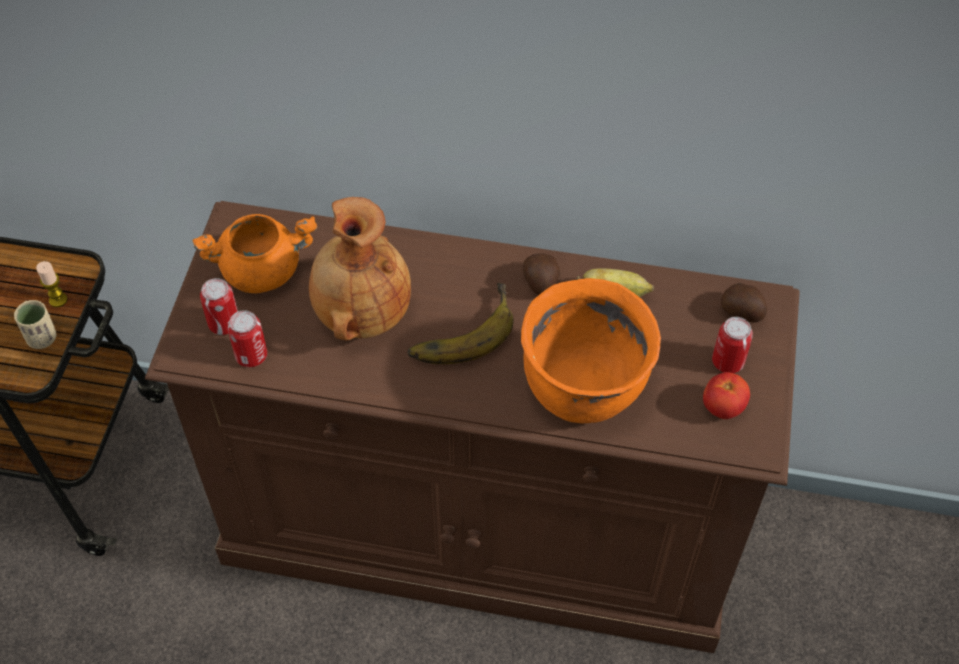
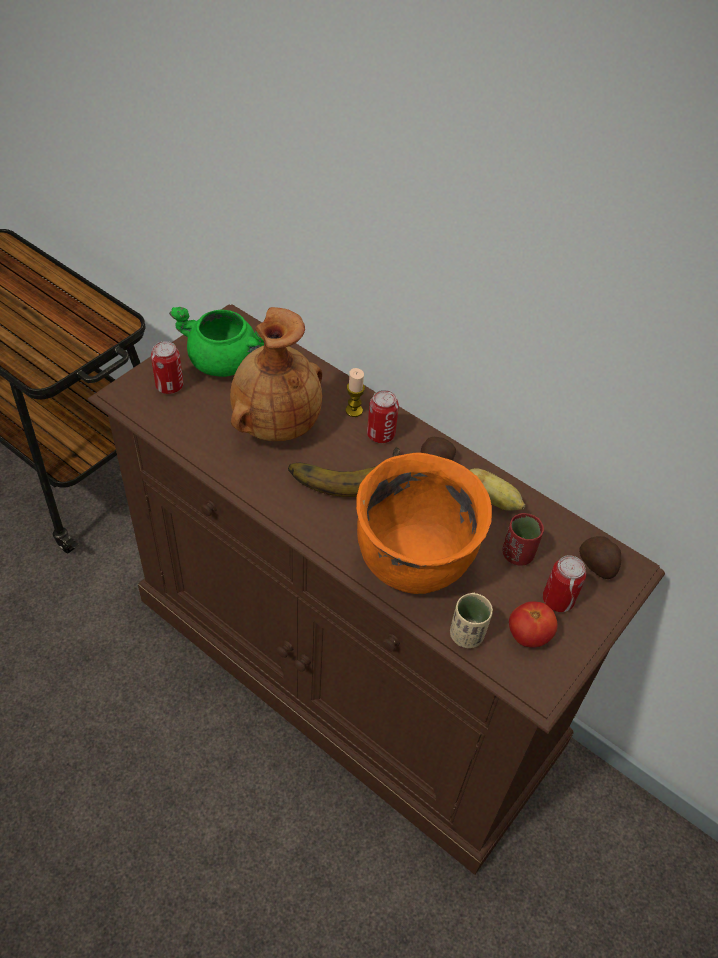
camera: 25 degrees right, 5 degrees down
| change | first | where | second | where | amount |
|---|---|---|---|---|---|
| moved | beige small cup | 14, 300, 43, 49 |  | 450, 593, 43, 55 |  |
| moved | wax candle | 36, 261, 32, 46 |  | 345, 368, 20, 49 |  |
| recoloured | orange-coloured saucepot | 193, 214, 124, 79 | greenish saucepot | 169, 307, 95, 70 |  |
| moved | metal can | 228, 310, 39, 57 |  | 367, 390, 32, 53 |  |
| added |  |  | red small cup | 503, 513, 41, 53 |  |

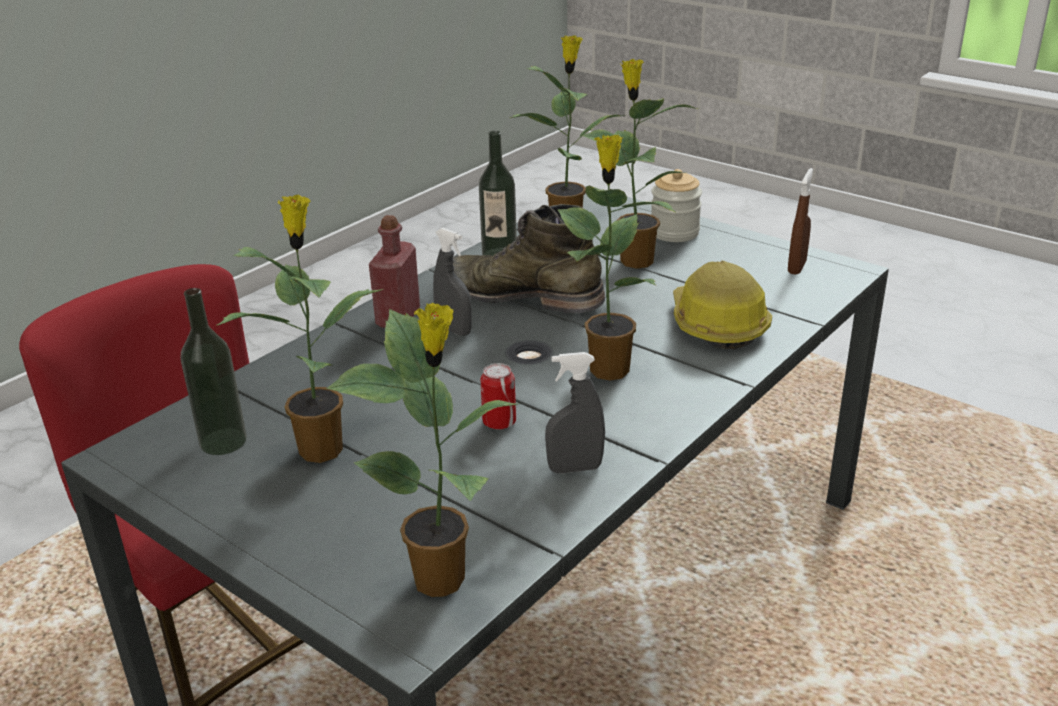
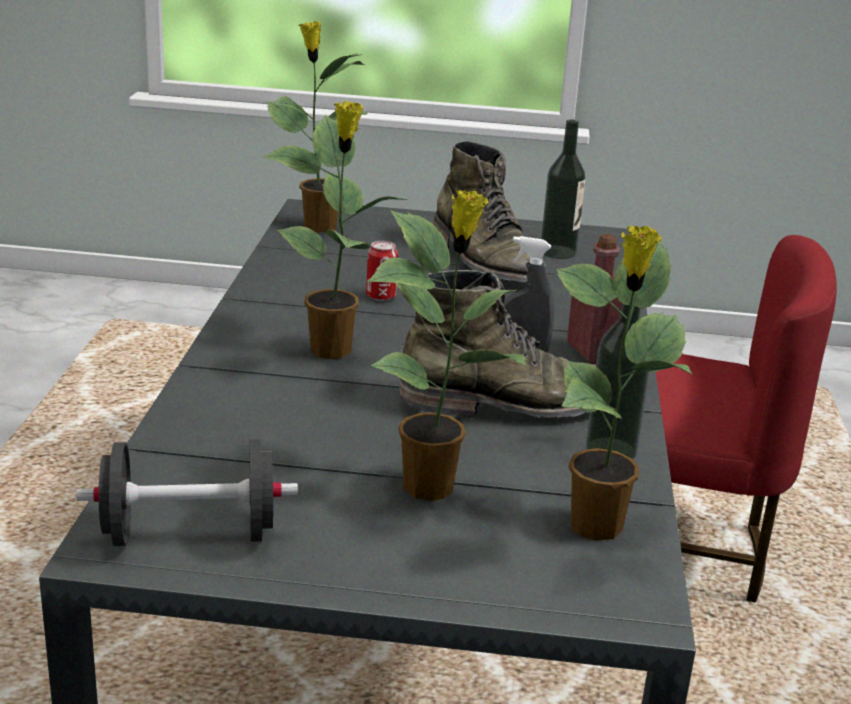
camera: 145 degrees right, 5 degrees down
| change | first | where | second | where | amount |
|---|---|---|---|---|---|
| replaced | plant in a pot | 216, 195, 167, 268 | greenish high-top boot | 433, 141, 114, 142 |  |
| removed | gray spray bottle | 545, 352, 60, 122 |  |  |  |
| removed | jar | 651, 169, 51, 73 |  |  |  |
| removed | safety helmet | 673, 261, 99, 88 |  |  |  |
| replaced | brown-coloured spray bottle | 788, 168, 25, 107 | blackish hand weight | 76, 439, 222, 107 |  |

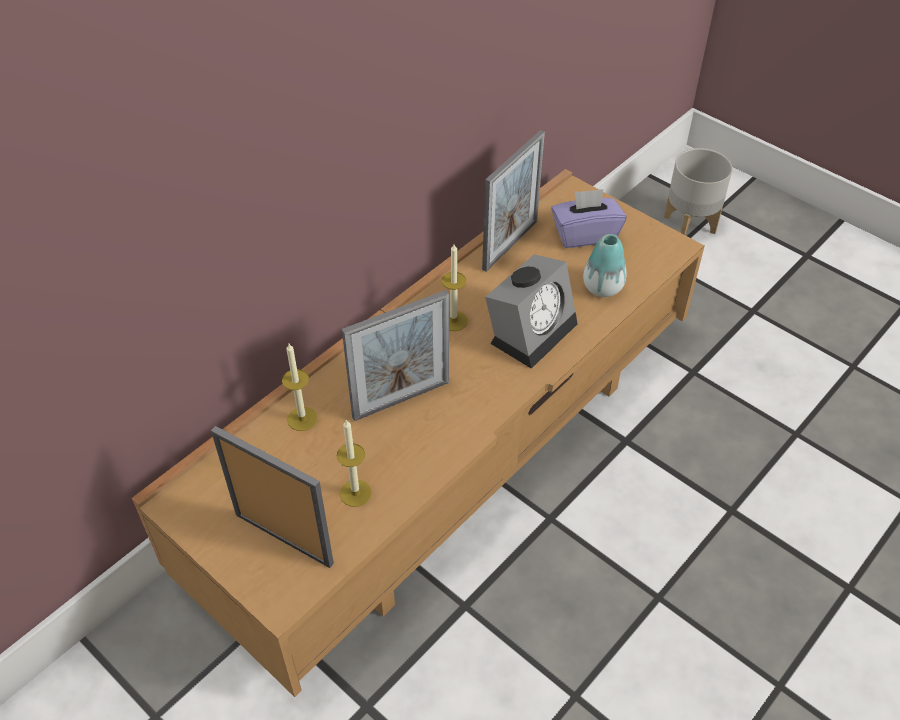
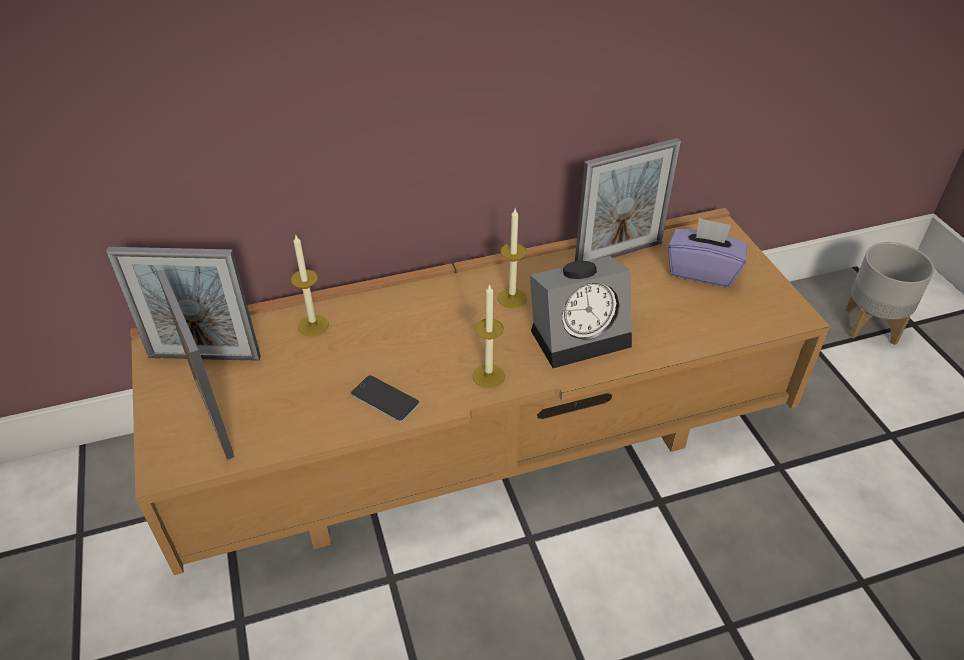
camera: 30 degrees right, 5 degrees down
| change | first | where | second | where | amount |
|---|---|---|---|---|---|
| moved | wax candle | 336, 419, 36, 88 |  | 473, 284, 32, 104 |  |
| moved | standing frame | 342, 290, 107, 131 |  | 106, 247, 155, 114 |  |
| removed | decorative vase | 583, 234, 43, 63 |  |  |  |
| added |  |  | telephone | 350, 375, 70, 47 |  |

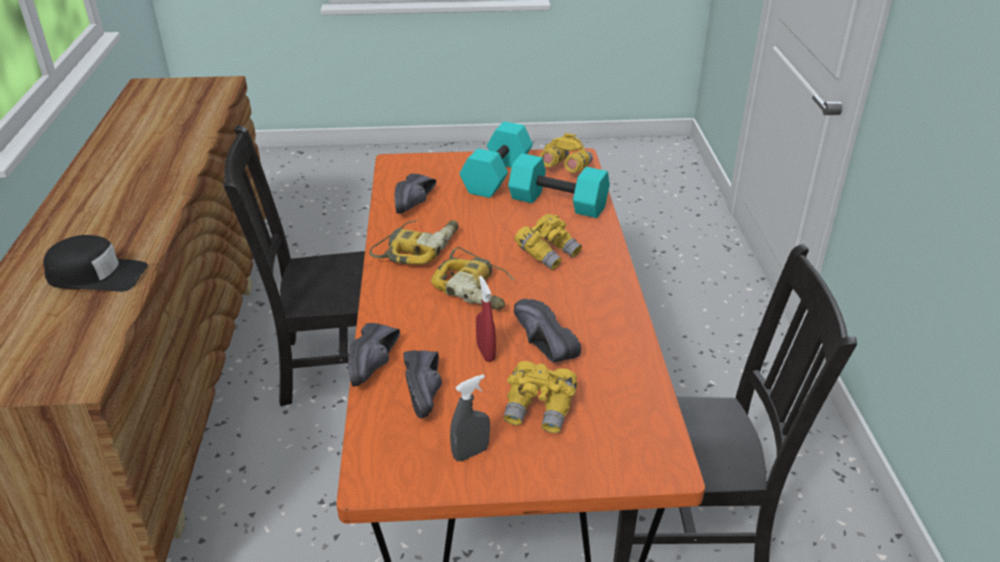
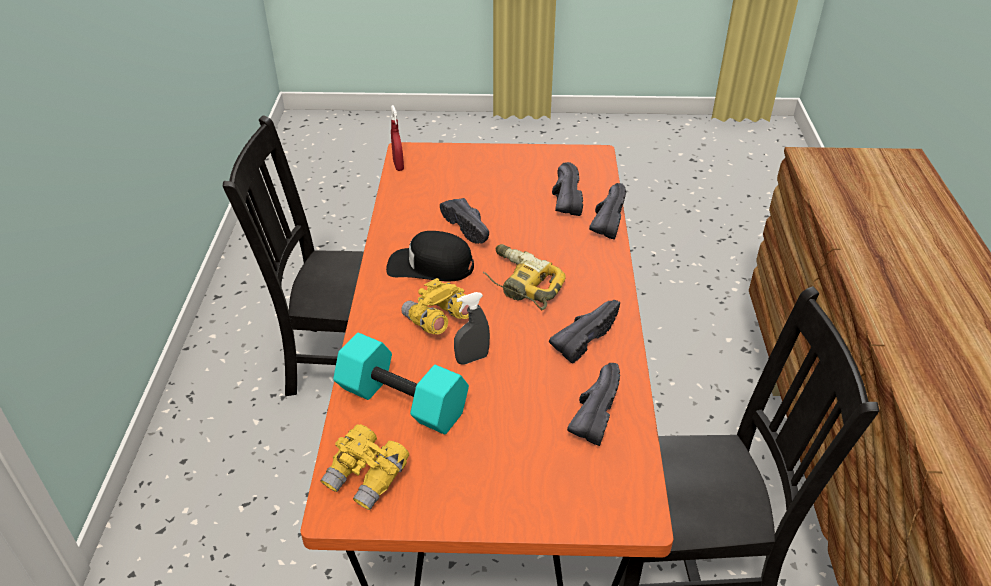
camera: 175 degrees left, 5 degrees up
| change | first | where | second | where | amount |
|---|---|---|---|---|---|
| moved | blackish baseball cap | 43, 235, 105, 57 |  | 386, 231, 88, 51 |  |
| replaced | drill | 370, 220, 89, 45 | blackish item of footwear | 549, 300, 71, 63 |  |
| moved | gray spray bottle | 450, 374, 40, 87 |  | 454, 292, 36, 73 |  |
| removed | blue-green hand weight | 459, 122, 74, 76 |  |  |  |
| moved | red spray bottle | 476, 276, 20, 86 |  | 391, 105, 13, 66 |  |
| removed | yellowish binoculars | 504, 361, 74, 72 |  |  |  |

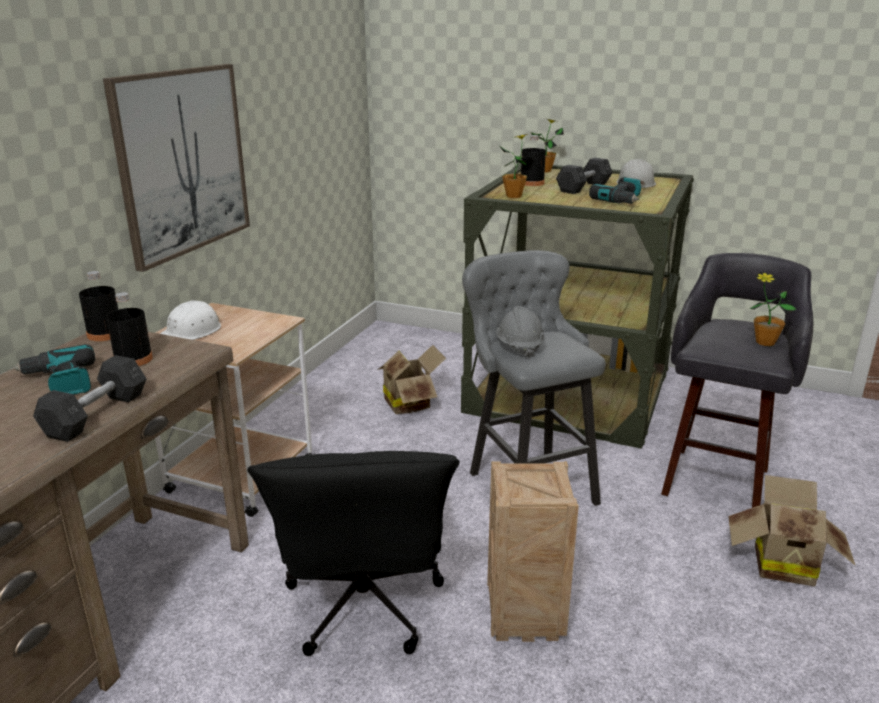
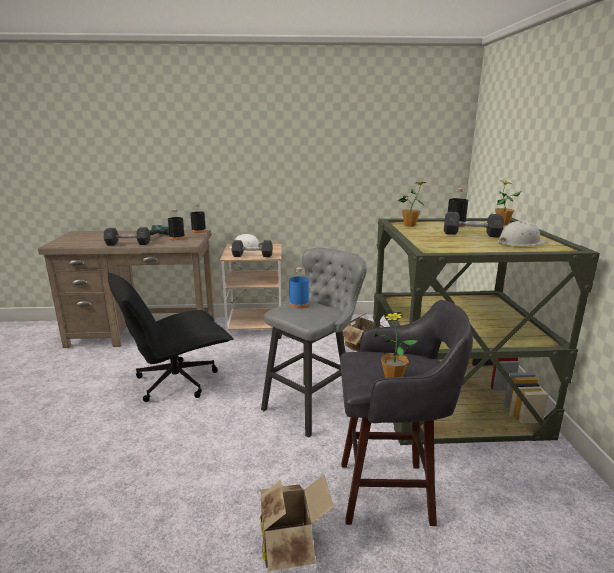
camera: 65 degrees right, 5 degrees down
| change | first | where | second | where | amount |
|---|---|---|---|---|---|
| removed | wall art | 103, 64, 147, 208 |  |  |  |
| removed | packing crate | 487, 461, 92, 181 |  |  |  |
| replaced | gray safety helmet | 496, 306, 49, 52 | blue-coloured drink bottle | 289, 267, 20, 42 |  |
| removed | drill | 589, 177, 52, 27 |  |  |  |
| added |  |  | gray hand weight | 232, 240, 41, 17 |  |

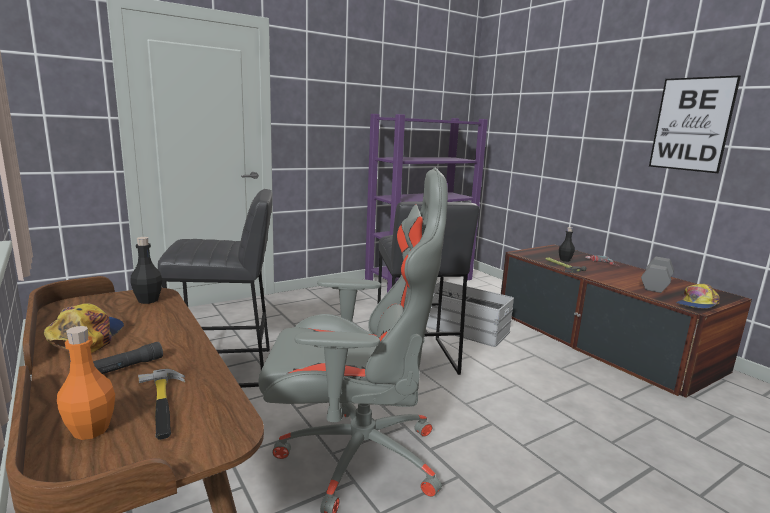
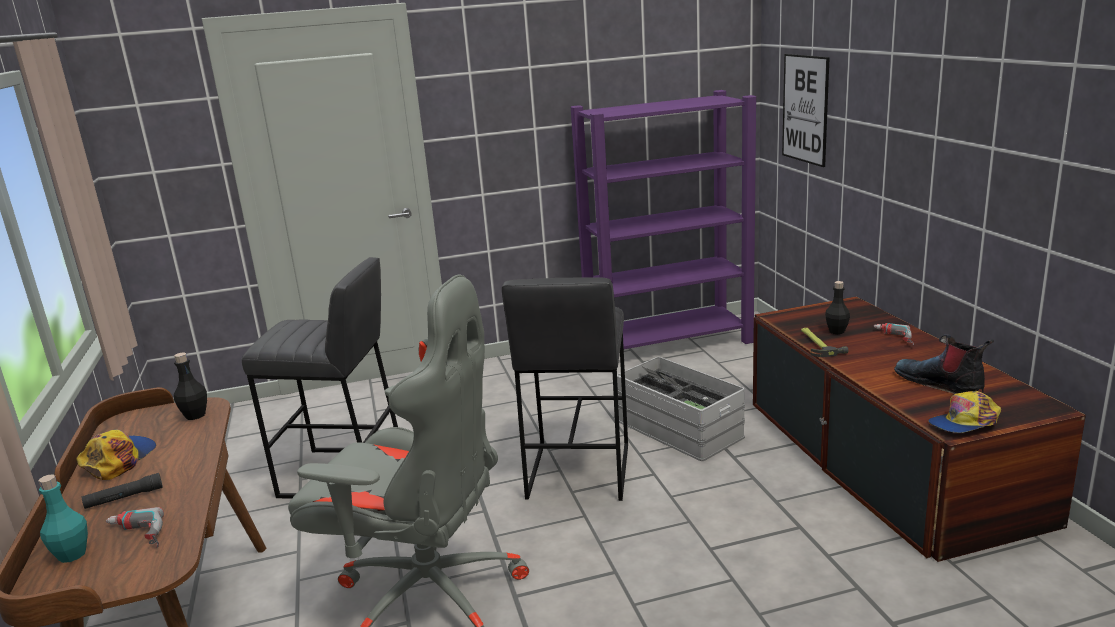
camera: 20 degrees right, 5 degrees up
| change | first | where | second | where | amount |
|---|---|---|---|---|---|
| recoloured | orange-coloured drink bottle | 57, 326, 58, 114 | blue-green drink bottle | 39, 474, 49, 89 |  |
| replaced | hand hammer | 138, 369, 47, 71 | drill | 106, 507, 58, 41 |  |
| replaced | gray hand weight | 641, 257, 33, 36 | high-top boot | 894, 334, 100, 60 |  |
| moved | wall art | 649, 75, 92, 98 |  | 782, 54, 48, 113 |  |

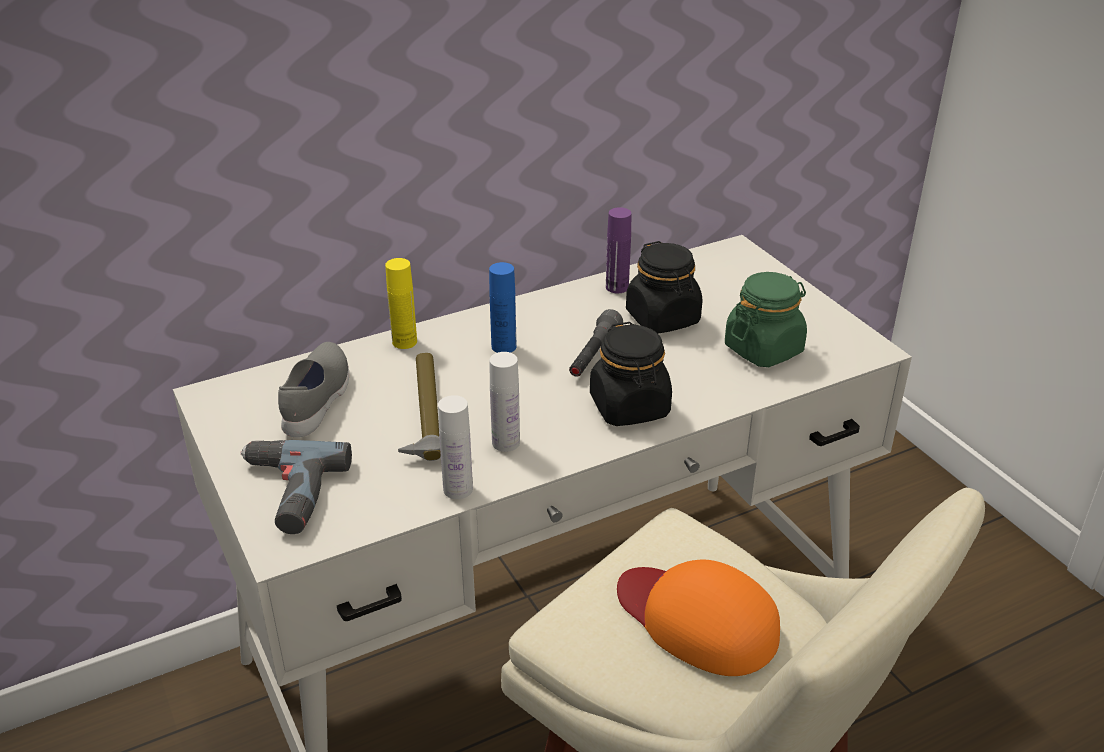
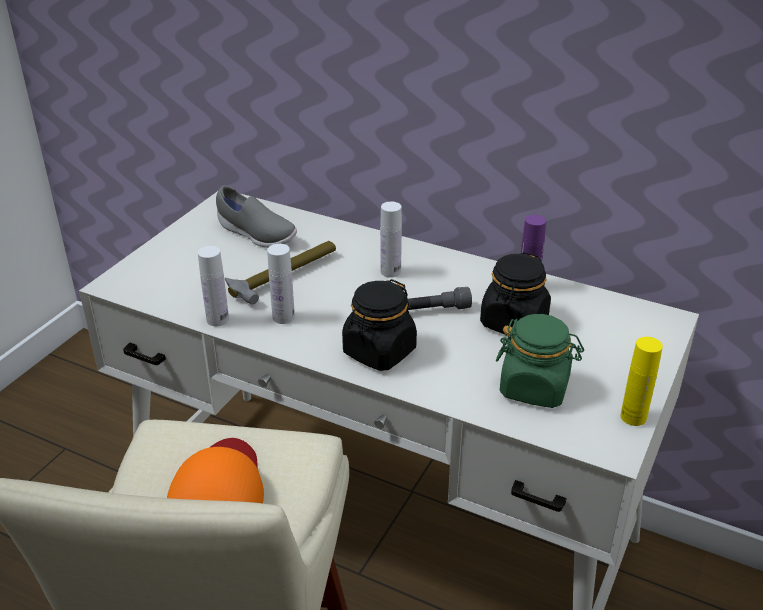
camera: 55 degrees right, 0 degrees up
| change | first | where | second | where | amount |
|---|---|---|---|---|---|
| removed | drill | 241, 440, 111, 94 |  |  |  |
| turned | gray item of footwear | 278, 342, 71, 95 |  | 216, 185, 81, 63 | 60 degrees clockwise |
| moved | yellowish drink bottle | 385, 258, 32, 91 |  | 620, 337, 43, 89 |  |
| recoloured | blue-coloured drink bottle | 489, 262, 27, 91 | whitish drink bottle | 380, 202, 22, 75 |  |

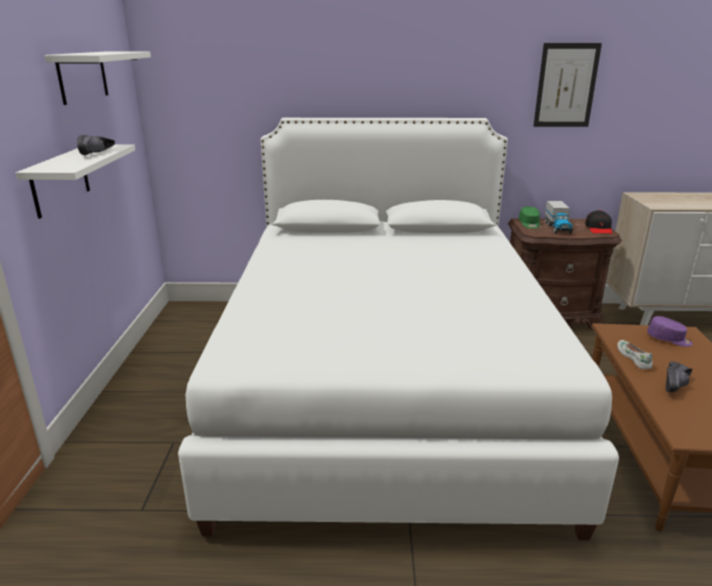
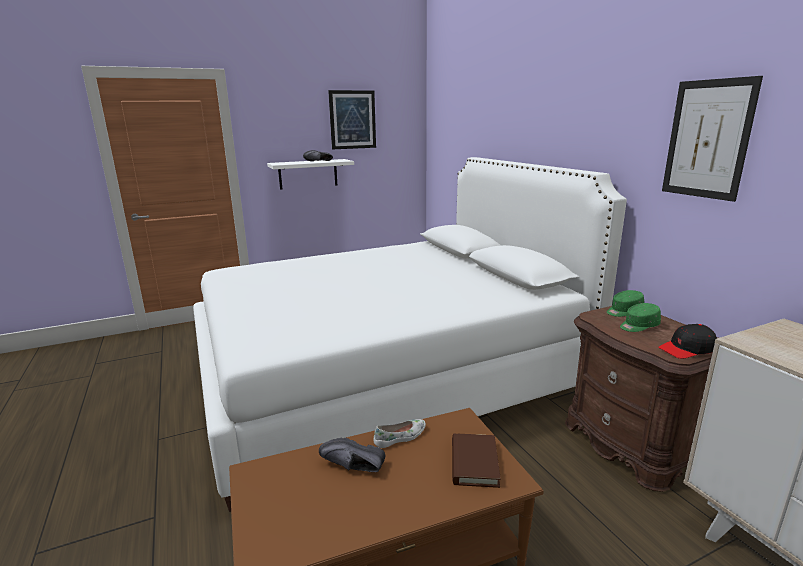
camera: 65 degrees right, 5 degrees down
| change | first | where | second | where | amount |
|---|---|---|---|---|---|
| replaced | whitish shelf | 45, 51, 106, 54 | wall art | 328, 90, 48, 59 |  |
| replaced | toy truck | 545, 201, 28, 33 | greenish baseball cap | 620, 303, 41, 29 |  |
| replaced | purple-coloured baseball cap | 647, 316, 46, 31 | brown-coloured book | 452, 434, 49, 54 |  |

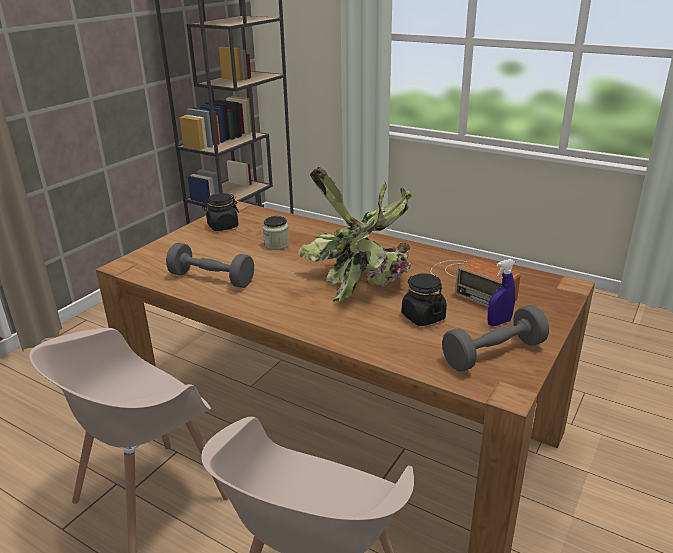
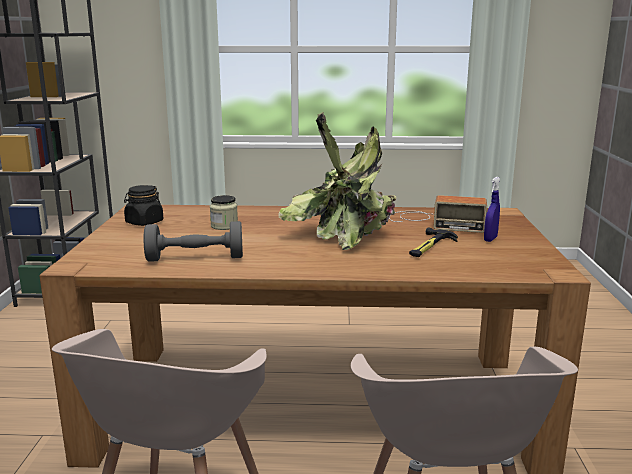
camera: 30 degrees left, 10 degrees down
| change | first | where | second | where | amount |
|---|---|---|---|---|---|
| replaced | blackish jar | 402, 273, 45, 53 | hand hammer | 409, 227, 49, 30 |  |
| removed | gray hand weight | 442, 305, 107, 66 |  |  |  |

